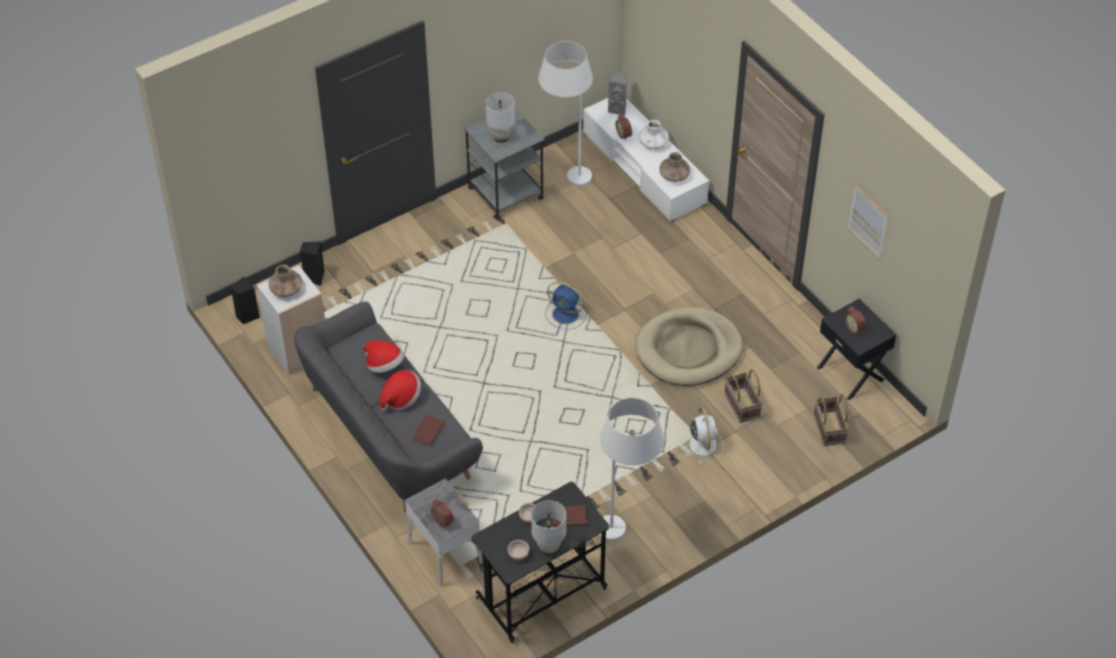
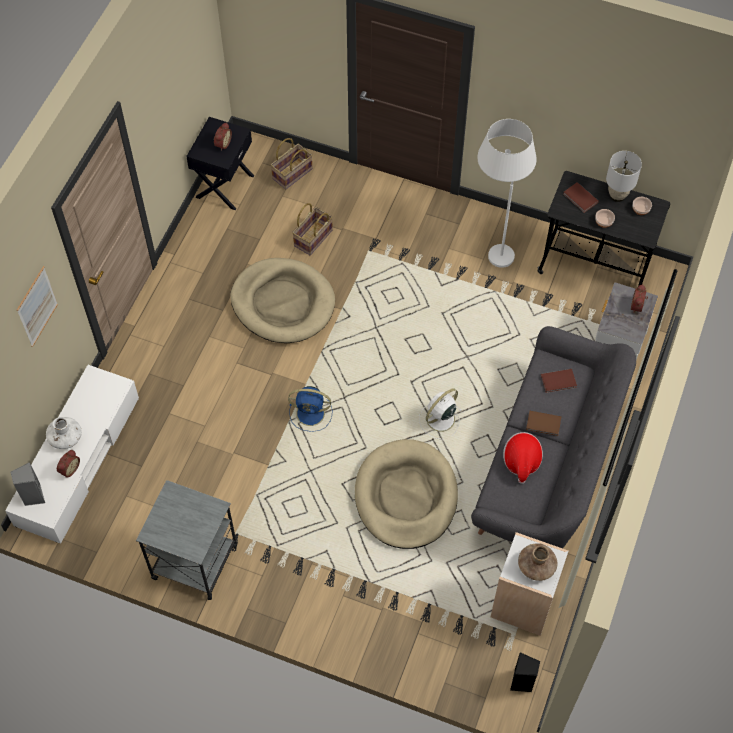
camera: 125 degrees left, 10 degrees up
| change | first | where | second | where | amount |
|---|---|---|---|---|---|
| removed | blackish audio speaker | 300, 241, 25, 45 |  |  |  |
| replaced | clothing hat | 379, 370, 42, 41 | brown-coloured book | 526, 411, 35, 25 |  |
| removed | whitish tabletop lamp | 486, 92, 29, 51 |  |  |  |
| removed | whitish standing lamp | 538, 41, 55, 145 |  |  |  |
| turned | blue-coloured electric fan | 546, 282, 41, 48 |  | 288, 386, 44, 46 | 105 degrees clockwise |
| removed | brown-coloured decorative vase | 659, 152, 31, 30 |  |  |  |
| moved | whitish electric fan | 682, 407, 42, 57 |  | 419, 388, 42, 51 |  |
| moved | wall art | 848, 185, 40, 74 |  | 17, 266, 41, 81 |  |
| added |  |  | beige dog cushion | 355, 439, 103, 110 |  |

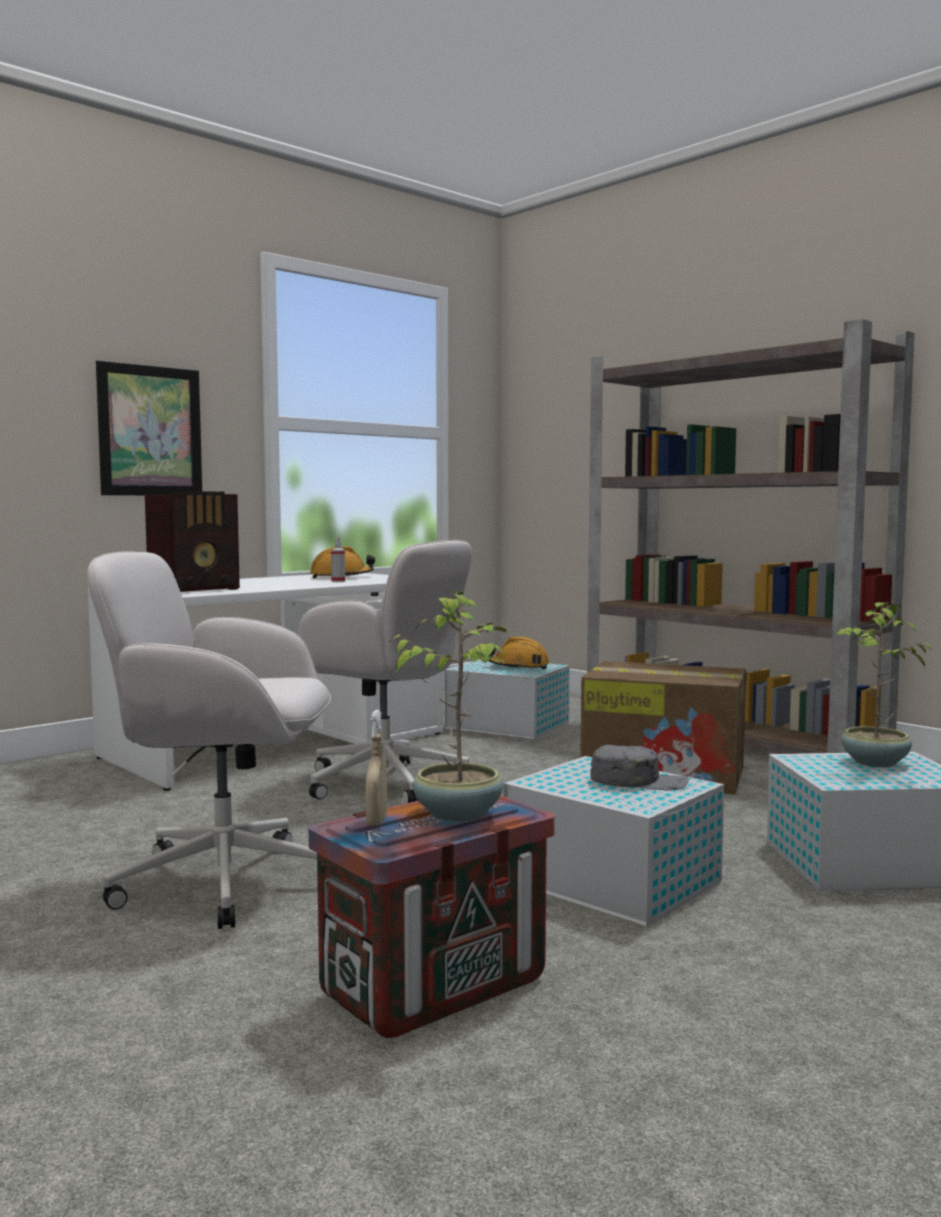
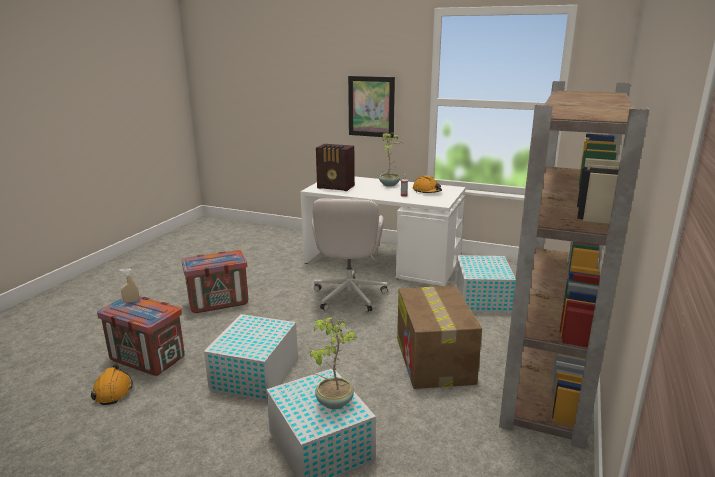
camera: 65 degrees right, 15 degrees up
| change | first | where | second | where | amount |
|---|---|---|---|---|---|
| replaced | whitish office chair | 87, 551, 244, 378 | packing crate | 181, 250, 67, 63 |  |
| moved | plant in a pot | 387, 591, 120, 231 |  | 379, 133, 24, 54 |  |
| moved | orange-coloured safety helmet | 488, 637, 61, 32 |  | 91, 364, 42, 41 |  |
| removed | gray baseball cap | 590, 745, 99, 46 |  |  |  |

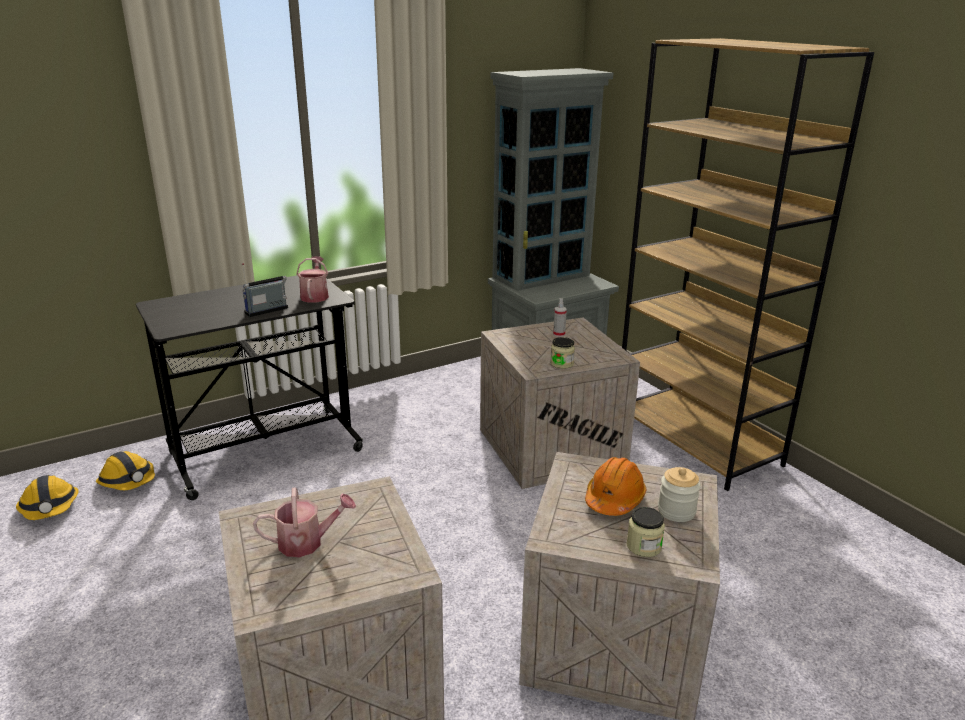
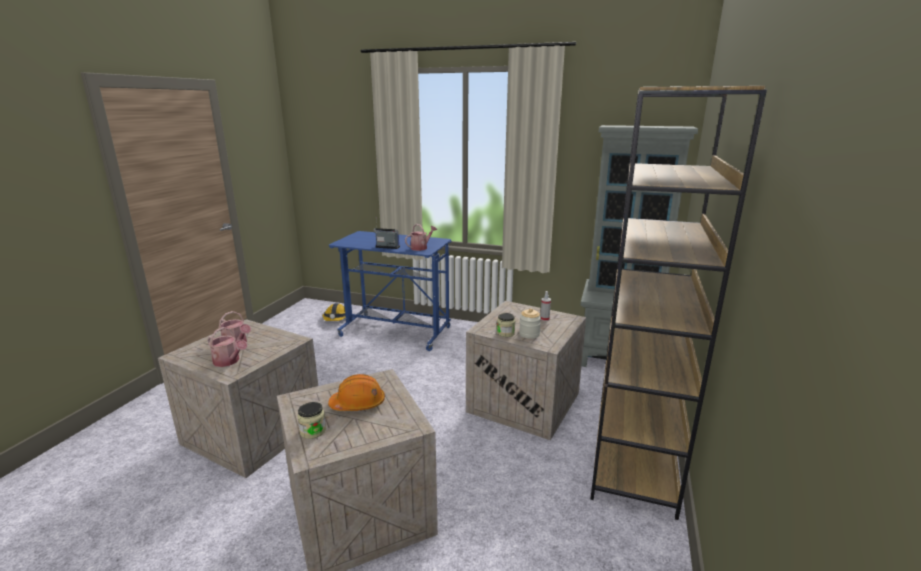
camera: 50 degrees right, 5 degrees down
| change | first | where | second | where | amount |
|---|---|---|---|---|---|
| removed | safety helmet | 16, 475, 63, 45 |  |  |  |
| recoloured | blackish desk unit | 136, 275, 227, 225 | blue-coloured desk unit | 329, 231, 122, 120 |  |
| moved | jar | 658, 467, 43, 55 |  | 519, 308, 22, 31 |  |
| added |  |  | sprinkling can | 207, 327, 40, 40 |  |

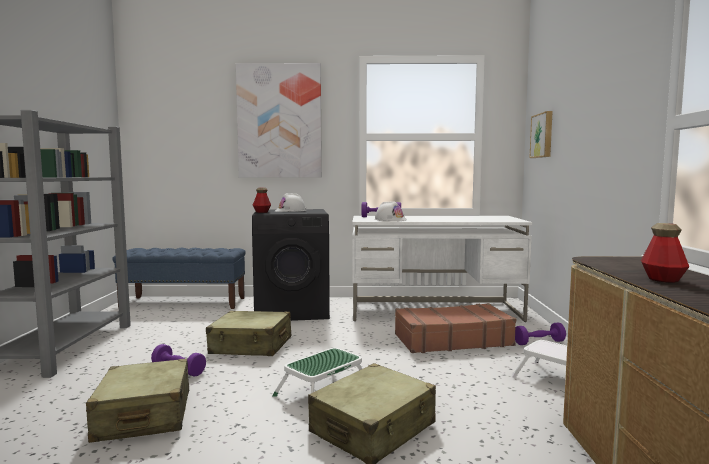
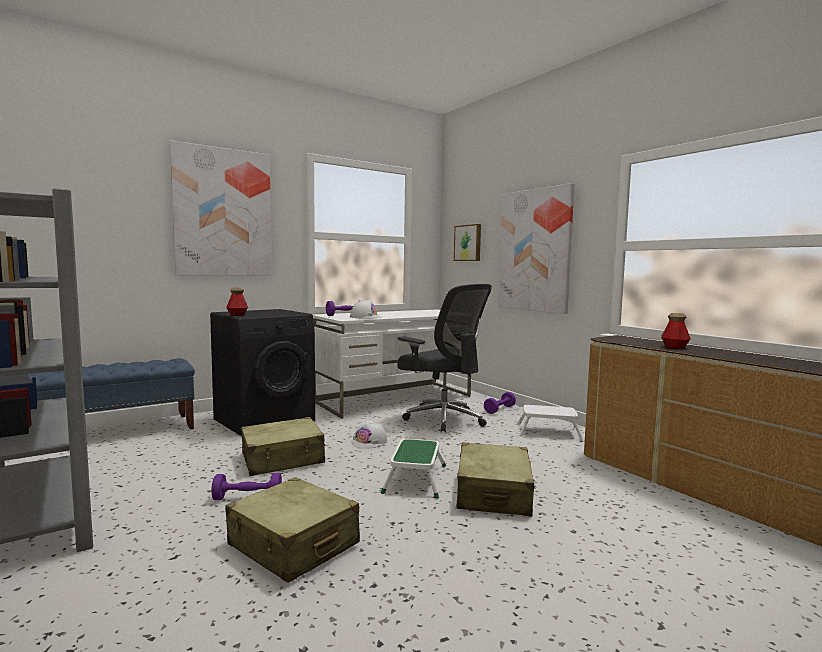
camera: 35 degrees left, 0 degrees up
| change | first | where | second | where | amount |
|---|---|---|---|---|---|
| moved | whitish safety helmet | 275, 193, 31, 19 |  | 351, 420, 36, 29 |  |
| replaced | brown-coloured suitcase | 395, 303, 121, 50 | office chair | 398, 284, 94, 148 |  |
| added |  |  | wall art | 498, 183, 76, 131 |  |

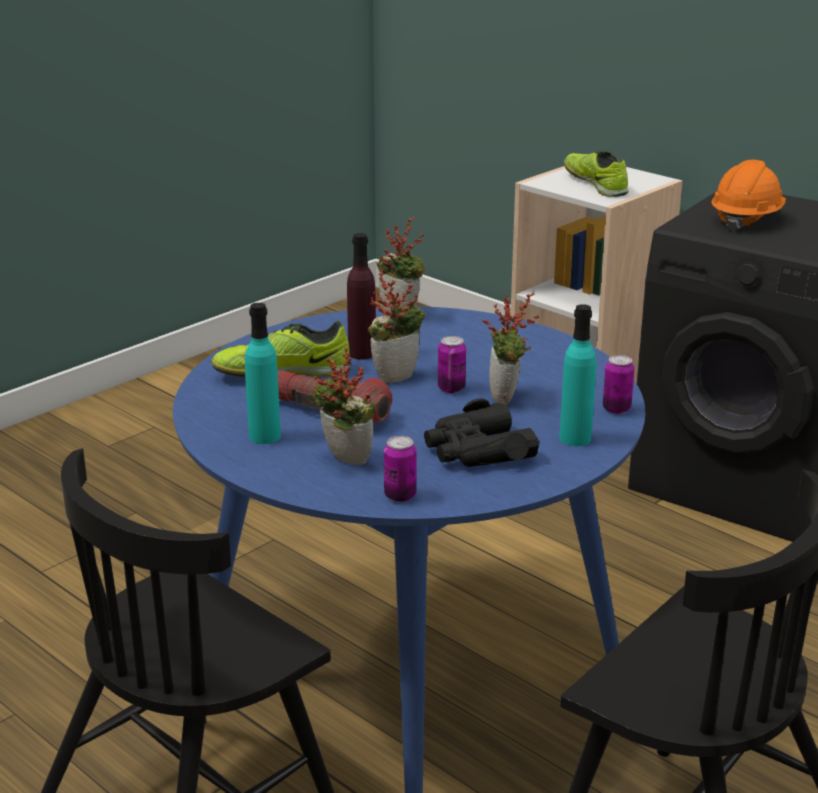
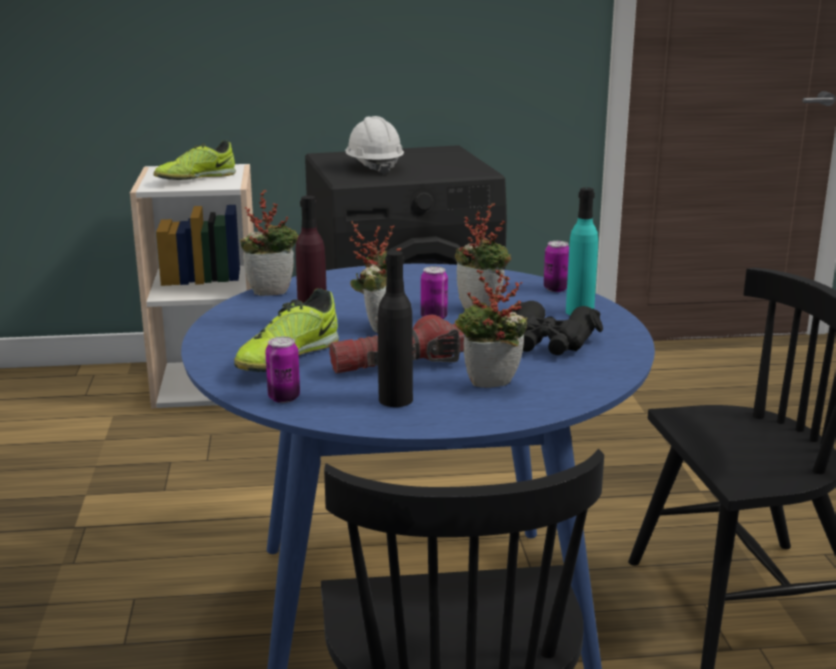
camera: 50 degrees left, 5 degrees down
| change | first | where | second | where | amount |
|---|---|---|---|---|---|
| recoloured | blue-green drink bottle | 245, 303, 36, 141 | blackish drink bottle | 378, 251, 35, 156 |  |
| moved | metal can | 384, 436, 33, 66 |  | 265, 337, 35, 66 |  |
| turned | item of footwear | 564, 151, 65, 46 |  | 154, 140, 82, 40 | 60 degrees counterclockwise |
| recoloured | orange-coloured safety helmet | 711, 160, 75, 72 | whitish safety helmet | 345, 116, 59, 59 |  |

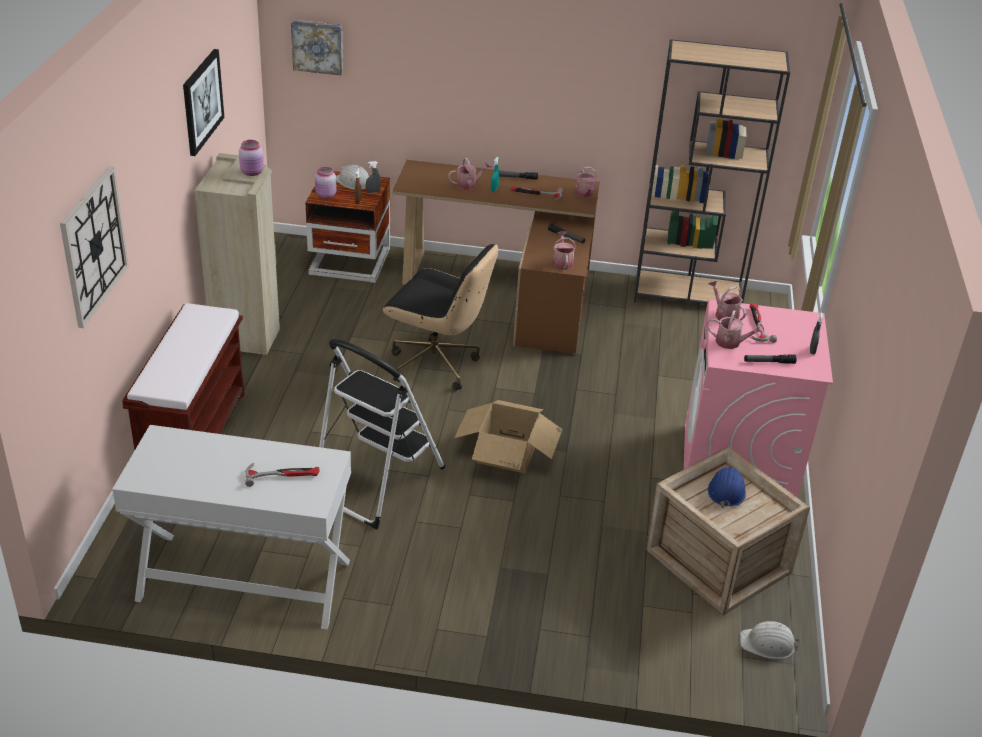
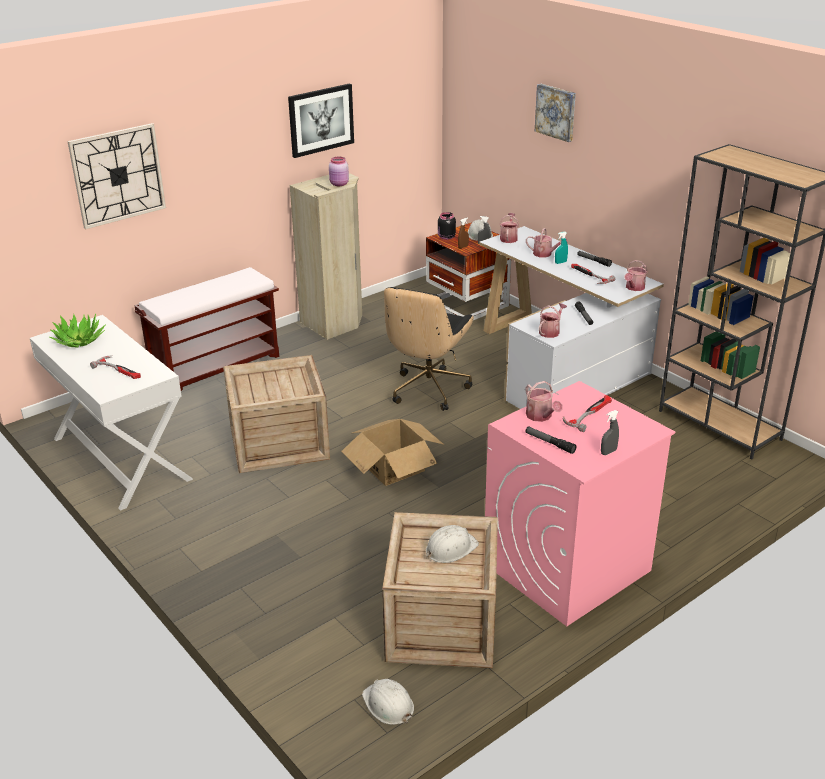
camera: 45 degrees right, 5 degrees down
| change | first | where | second | where | amount |
|---|---|---|---|---|---|
| moved | wall art | 291, 20, 52, 56 |  | 535, 84, 41, 58 |  |
| recoloured | pink jar | 315, 167, 22, 32 | blackish jar | 438, 212, 18, 28 |  |
| replaced | step stool | 319, 339, 126, 190 | packing crate | 223, 355, 107, 118 |  |
| turned | blackish office chair | 383, 244, 115, 147 |  | 384, 287, 90, 124 | 45 degrees clockwise |
| recoloured | brown-coloured desk unit | 393, 160, 207, 194 | whitish desk unit | 479, 226, 185, 183 |  |
| moved | sprinkling can | 708, 280, 38, 40 |  | 500, 213, 19, 30 |  |
| recoloured | blue-coloured safety helmet | 708, 467, 38, 41 | whitish safety helmet | 426, 525, 53, 38 |  |
| added |  |  | plant in a pot | 50, 314, 56, 33 |  |

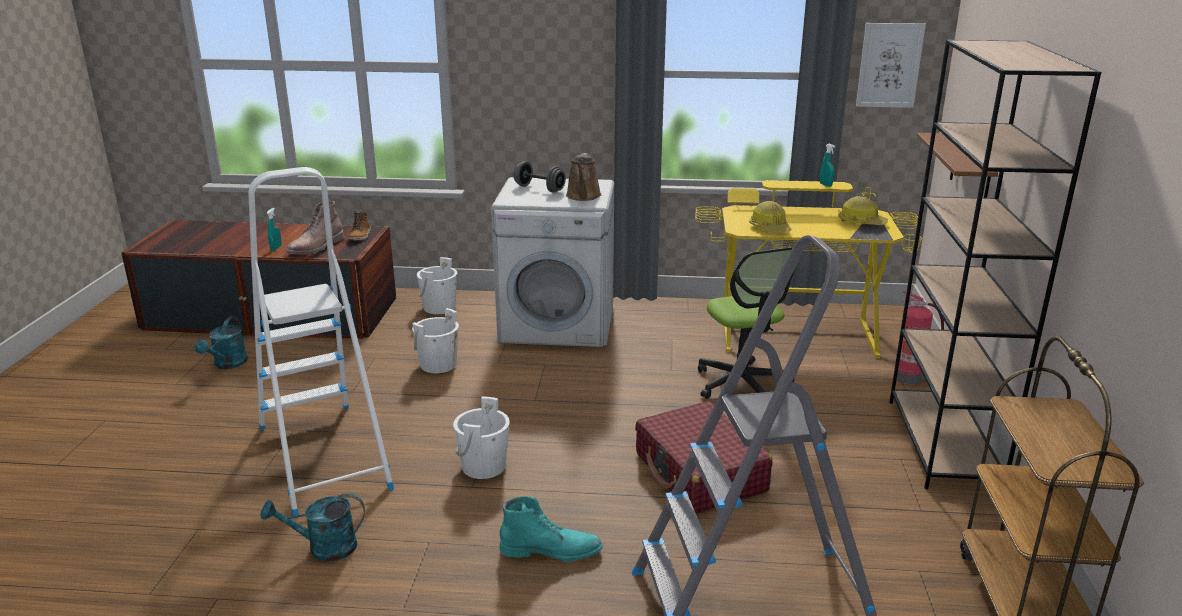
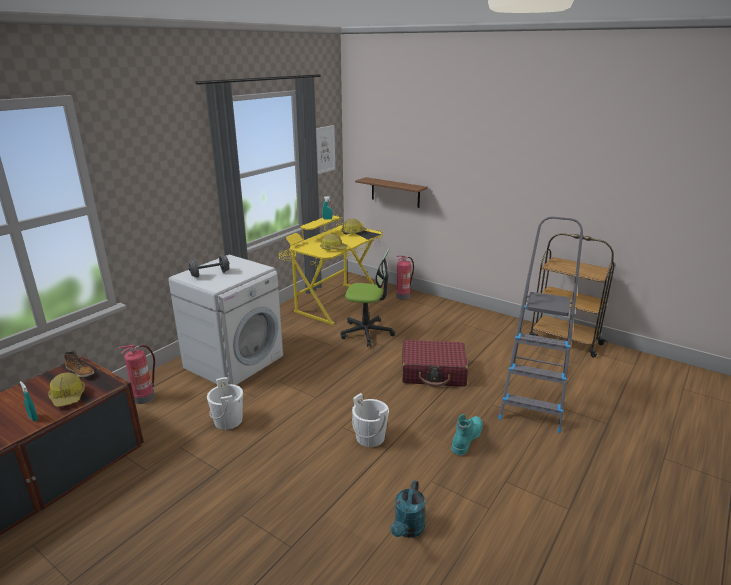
camera: 60 degrees left, 0 degrees up
| change | first | where | second | where | amount |
|---|---|---|---|---|---|
| removed | blue-green sprinkling can | 195, 316, 53, 53 |  |  |  |
| removed | whitish step stool | 249, 167, 145, 349 |  |  |  |
| replaced | brown-coloured high-top boot | 286, 201, 58, 54 | safety helmet | 48, 373, 37, 34 |  |
| replaced | whitish pail | 417, 257, 40, 57 | fire-fighting cylinder | 119, 345, 36, 59 |  |
| removed | brown-coloured sprinkling can | 566, 153, 36, 48 |  |  |  |
| removed | beige bookcase | 889, 40, 212, 449 |  |  |  |

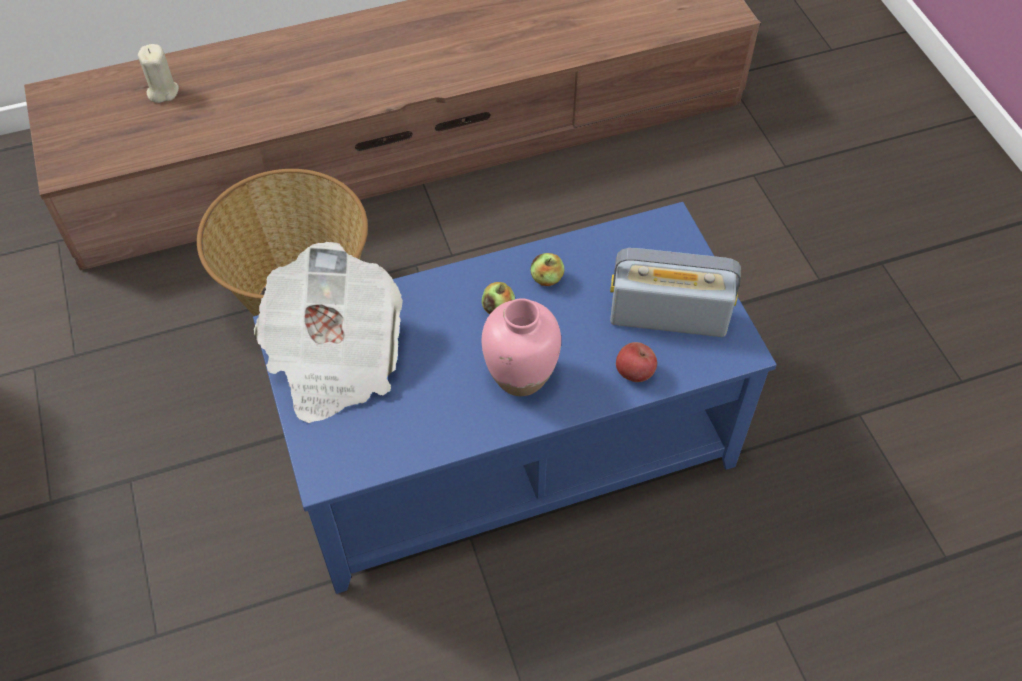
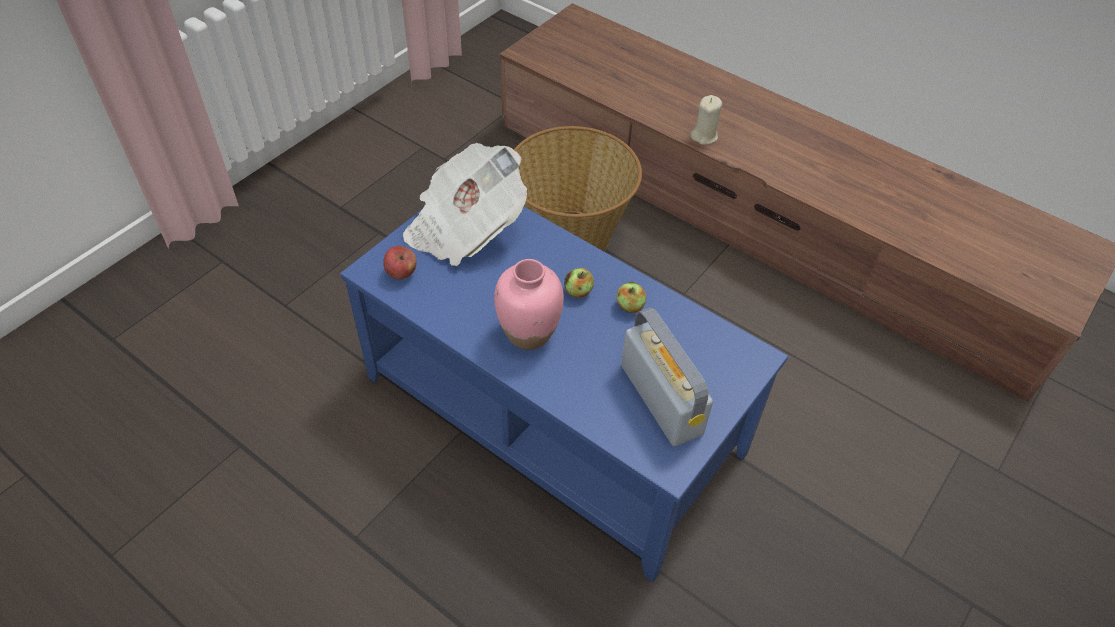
camera: 55 degrees right, 5 degrees down
| change | first | where | second | where | amount |
|---|---|---|---|---|---|
| moved | beige wax candle | 138, 44, 41, 59 |  | 690, 95, 32, 50 |  |
| moved | apple | 616, 342, 41, 40 |  | 383, 246, 34, 33 |  |

